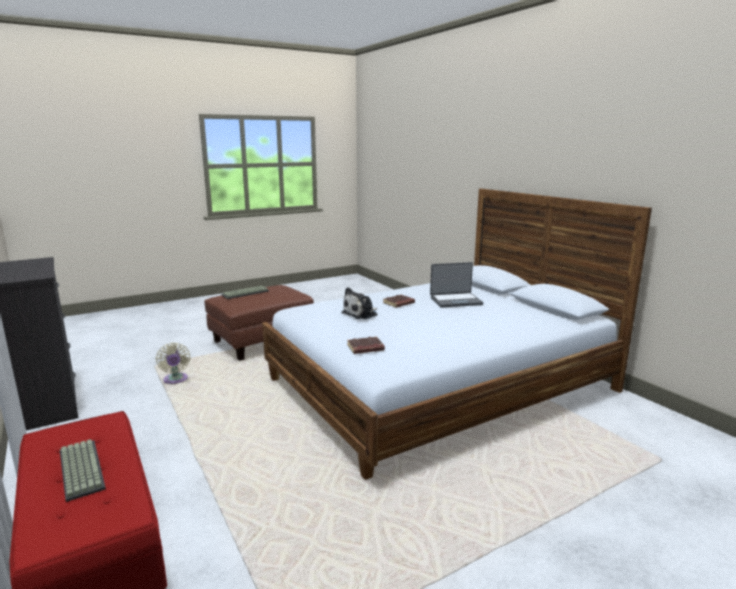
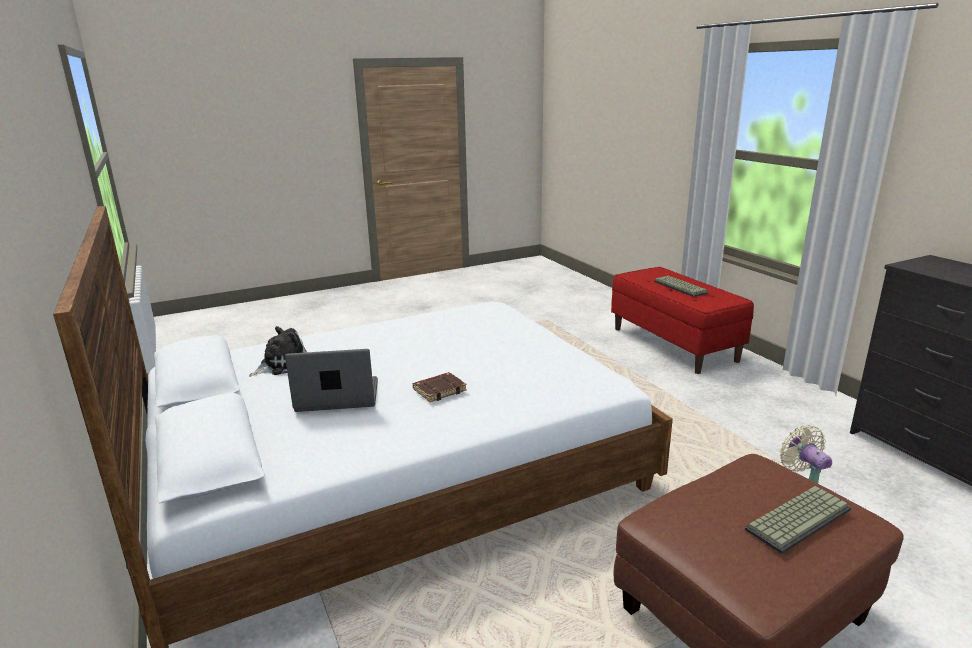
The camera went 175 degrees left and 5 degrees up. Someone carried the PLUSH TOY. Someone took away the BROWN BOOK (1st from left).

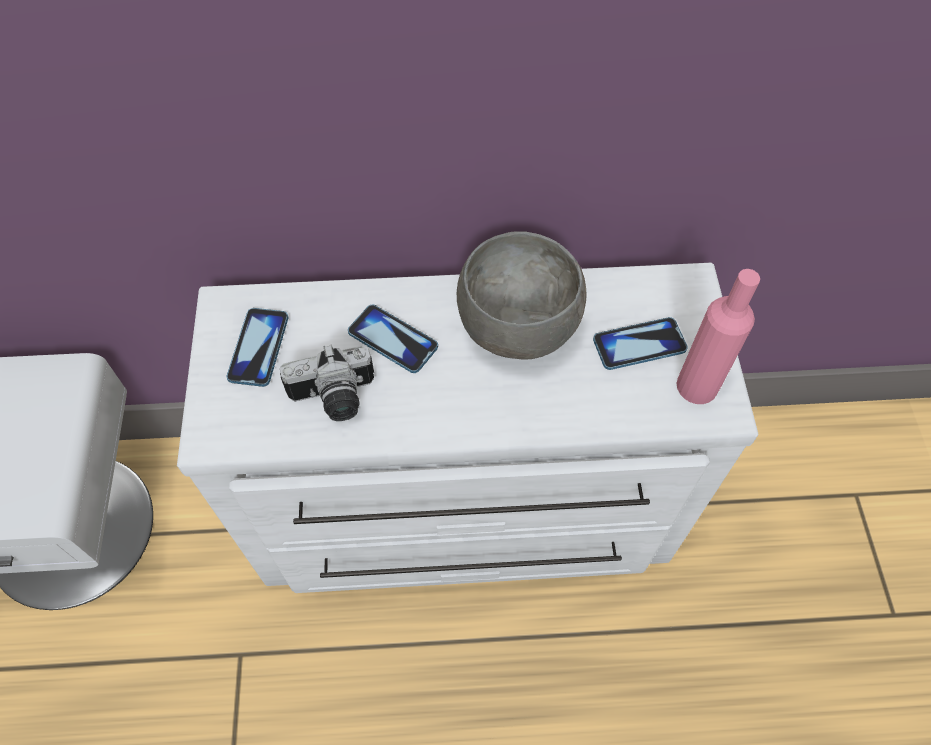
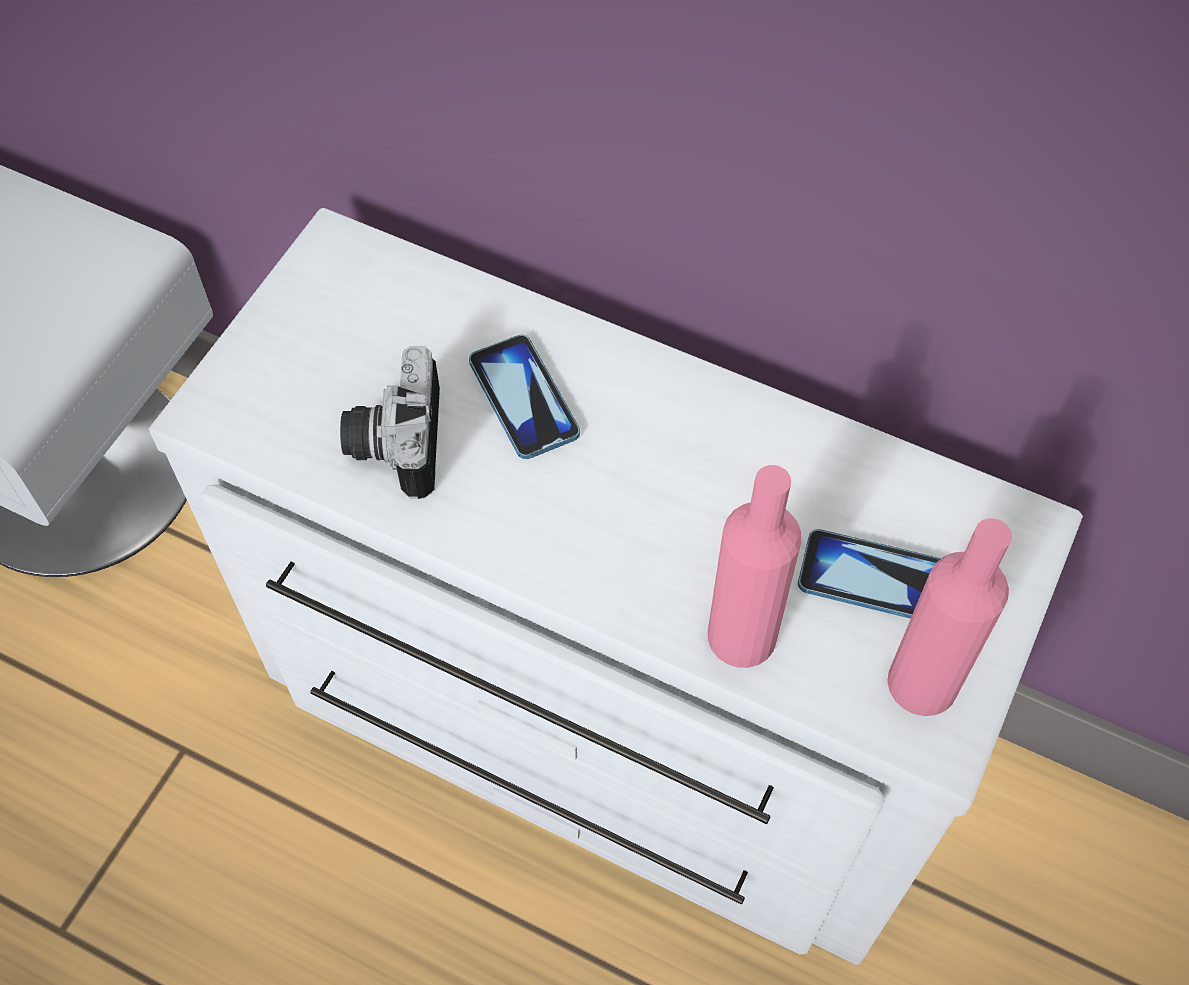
The camera went 30 degrees right and 0 degrees up. Someone took away the PHONE (1st from left). Someone rotated the PHOTO CAMERA by 75 degrees clockwise. Someone took away the GREY BOWL. Someone put down the PINK BOTTLE (1st from left).

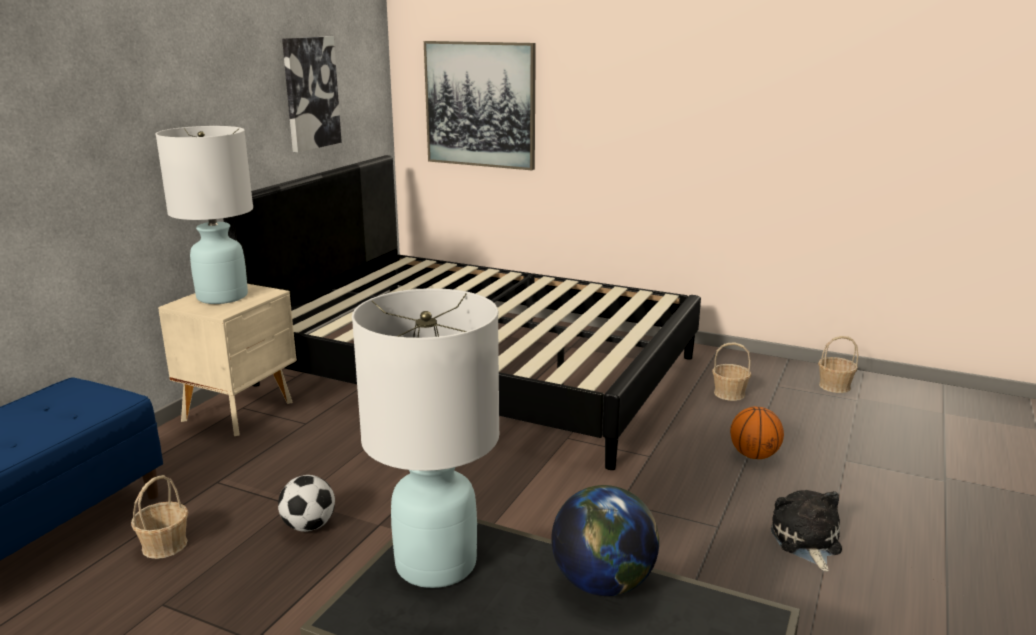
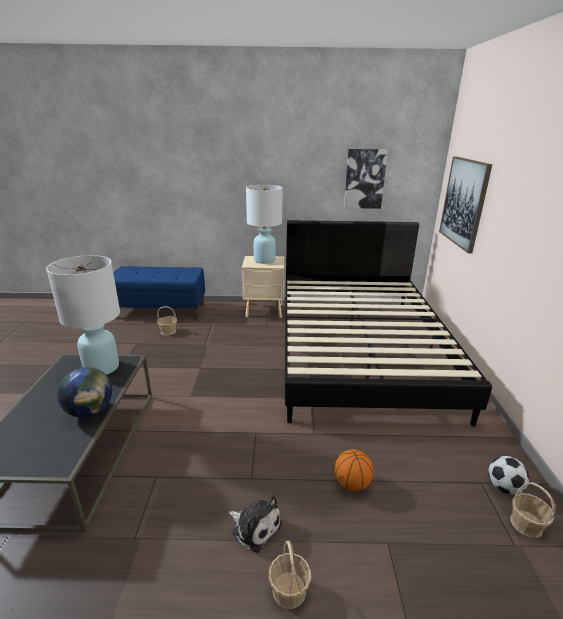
The camera went 65 degrees right and 5 degrees up. Someone carried the FOOTBALL. Someone carried the BASKET (2nd from left). Someone rotated the PLUSH TOY by 60 degrees clockwise.

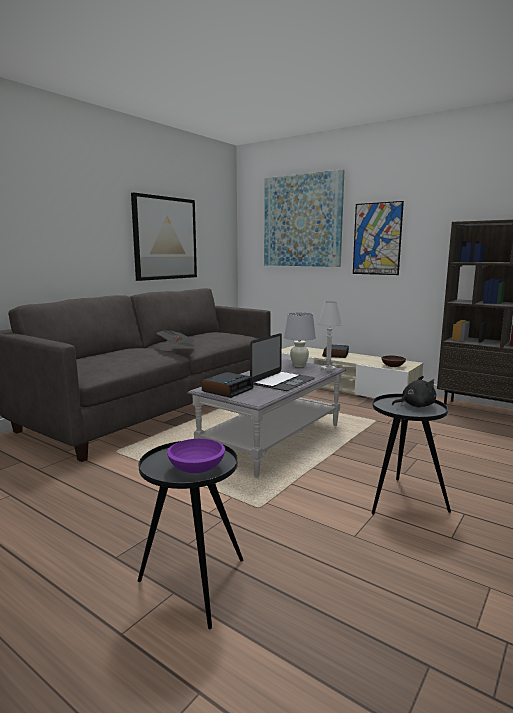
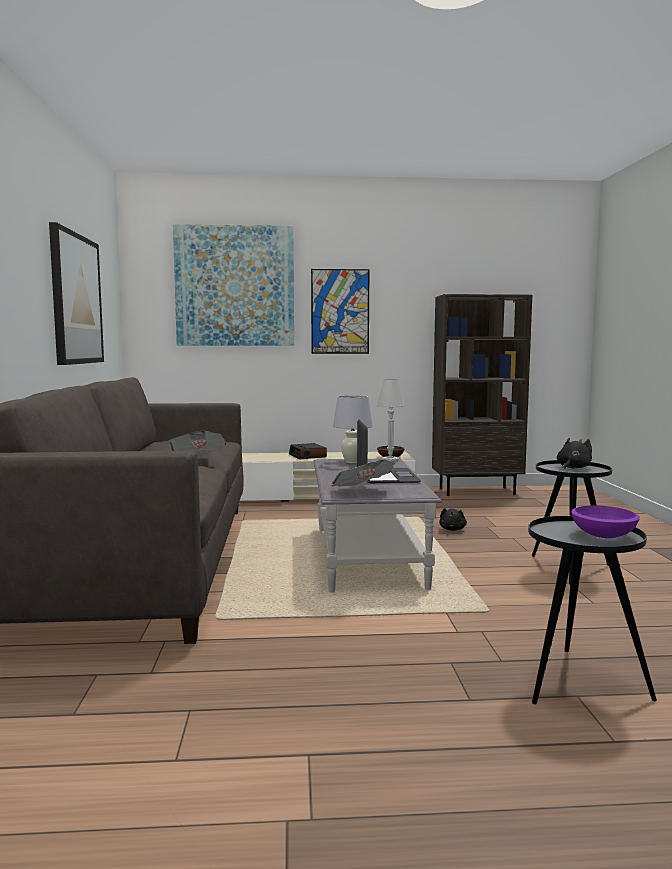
The camera went 40 degrees left and 5 degrees down. Someone swapped the ALARM CLOCK (1st from left) for the NEWSPAPER (2nd from left). Someone put down the BLACK PLUSH TOY (1st from left).

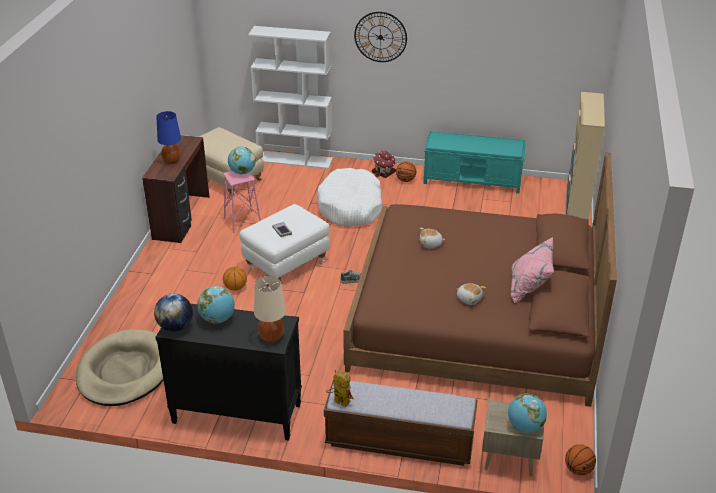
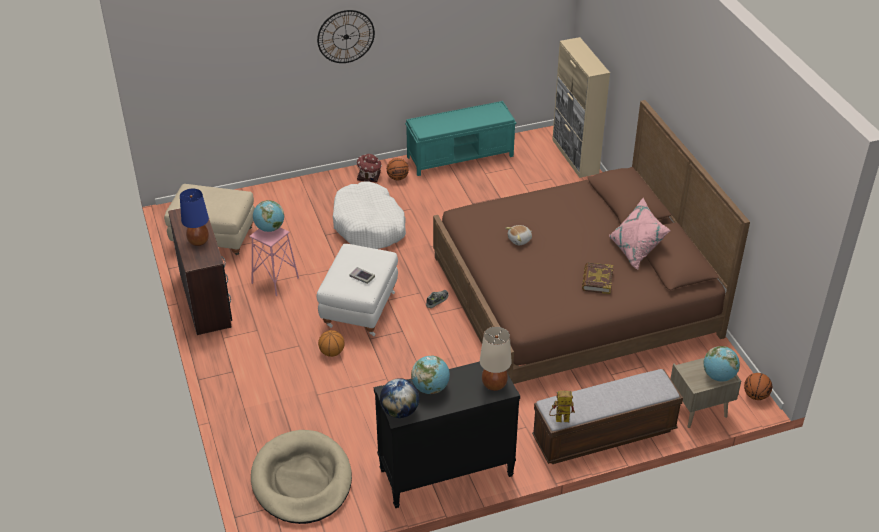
The camera went 30 degrees left and 5 degrees up. Someone took away the WHITE BOOKCASE. Someone swapped the PLUSH TOY (2nd from left) for the BOOK (2nd from left).

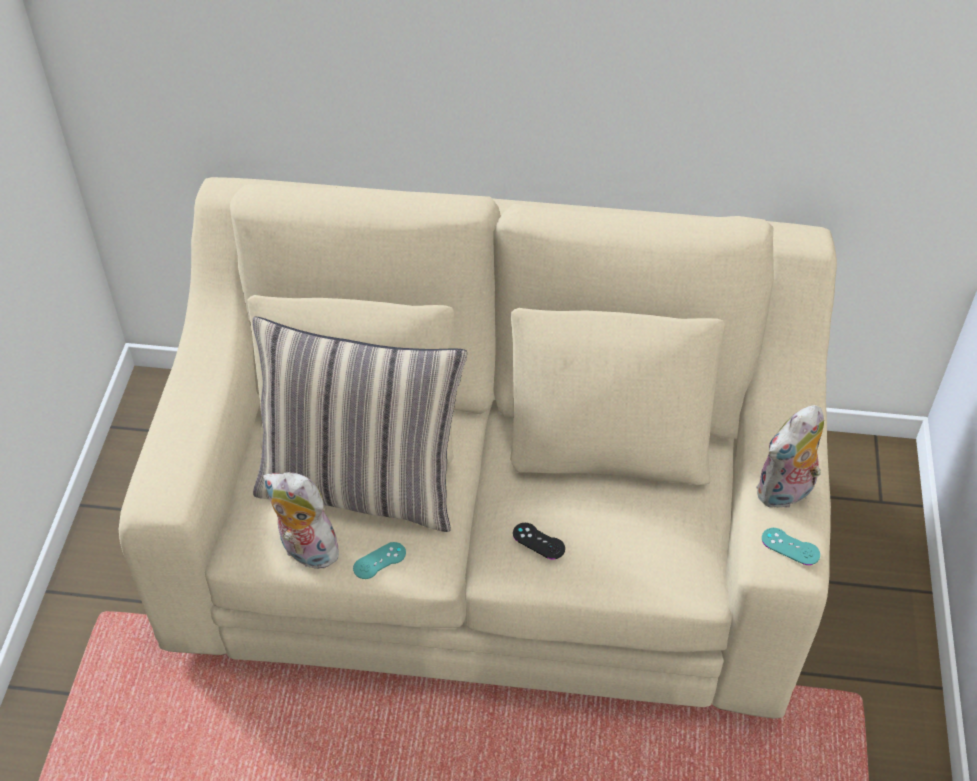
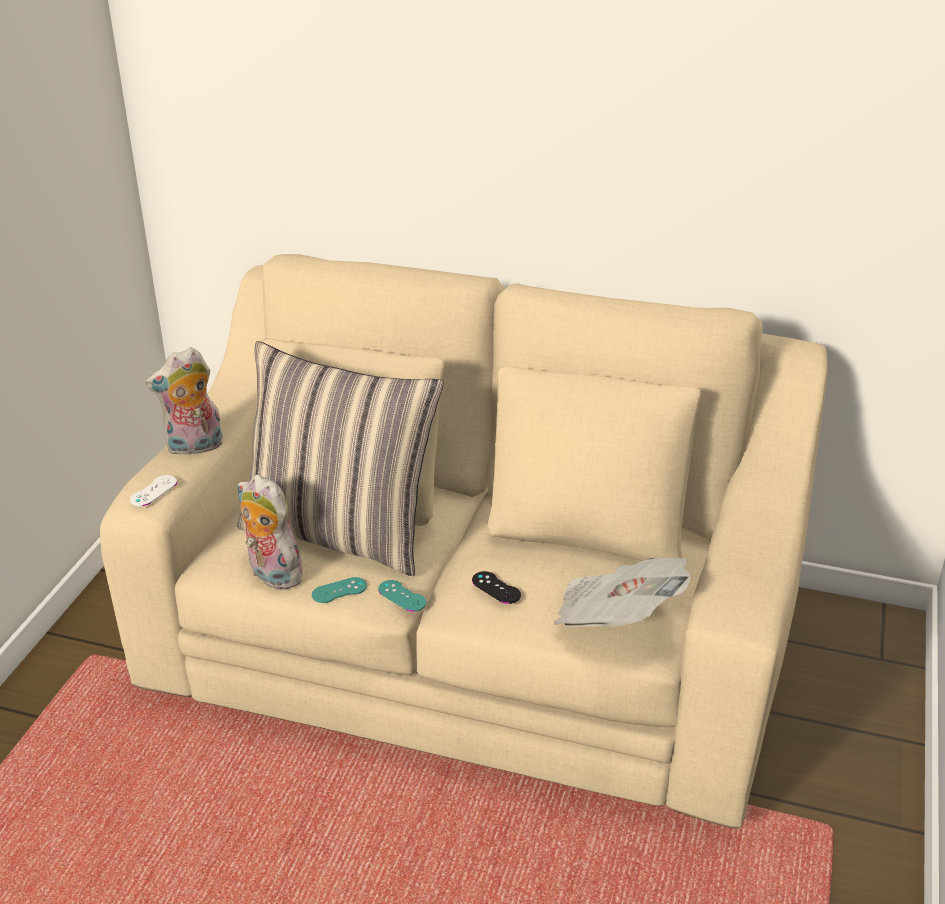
The camera went 10 degrees right and 15 degrees down. Someone carried the PLUSH TOY (2nd from left in the first image). Someone carried the TURQUOISE GAME CONTROLLER (2nd from left). Someone put down the WHITE GAME CONTROLLER. Someone put down the NEWSPAPER.

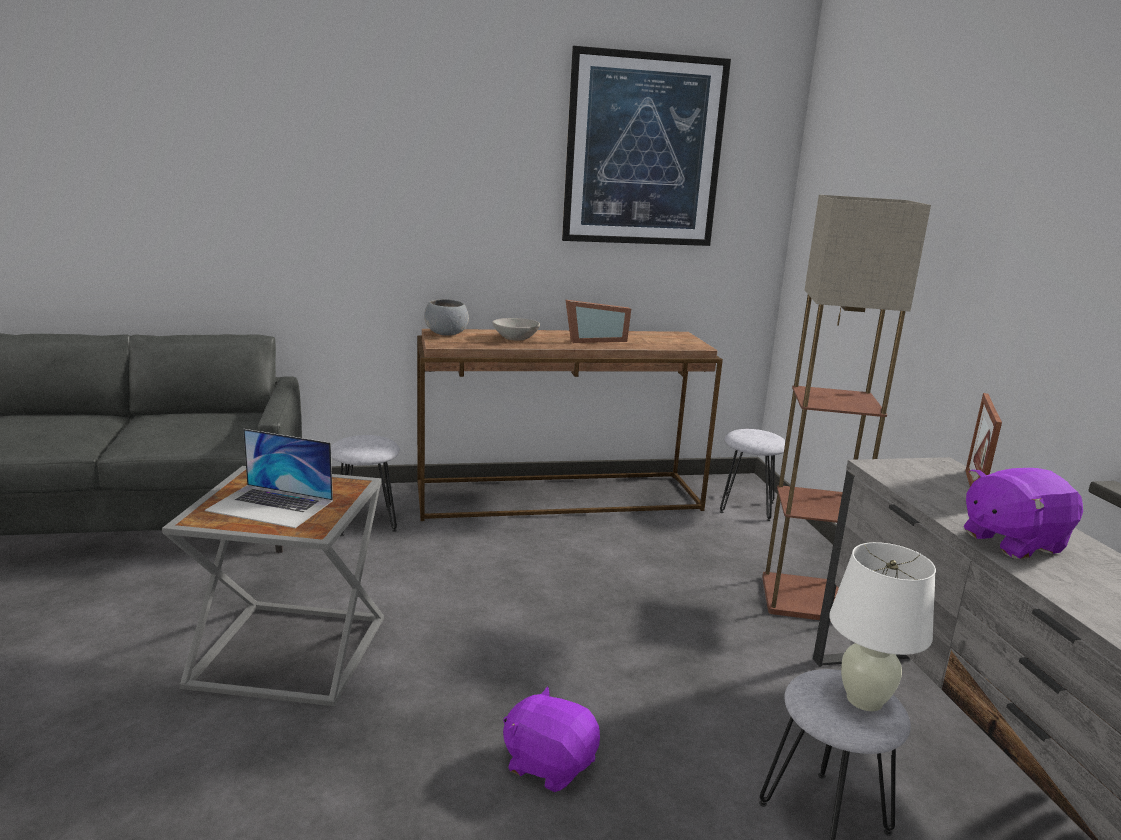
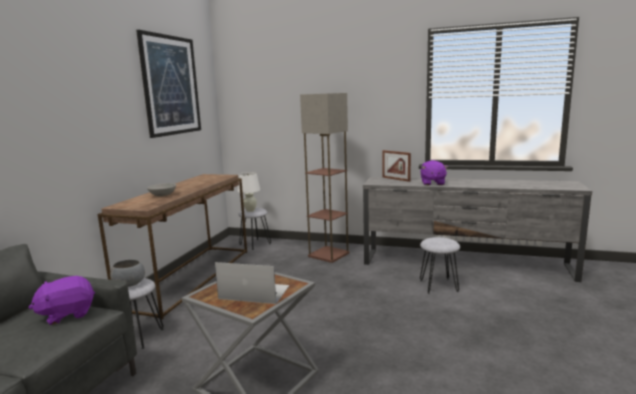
The camera went 60 degrees left and 5 degrees down. Someone rotated the LAPTOP by 120 degrees counterclockwise. Someone carried the GREY BOWL (1st from left). Someone carried the PURPLE PLUSH TOY (1st from left). Someone took away the PICTURE FRAME (1st from left). Someone carried the WHITE TABLE LAMP.

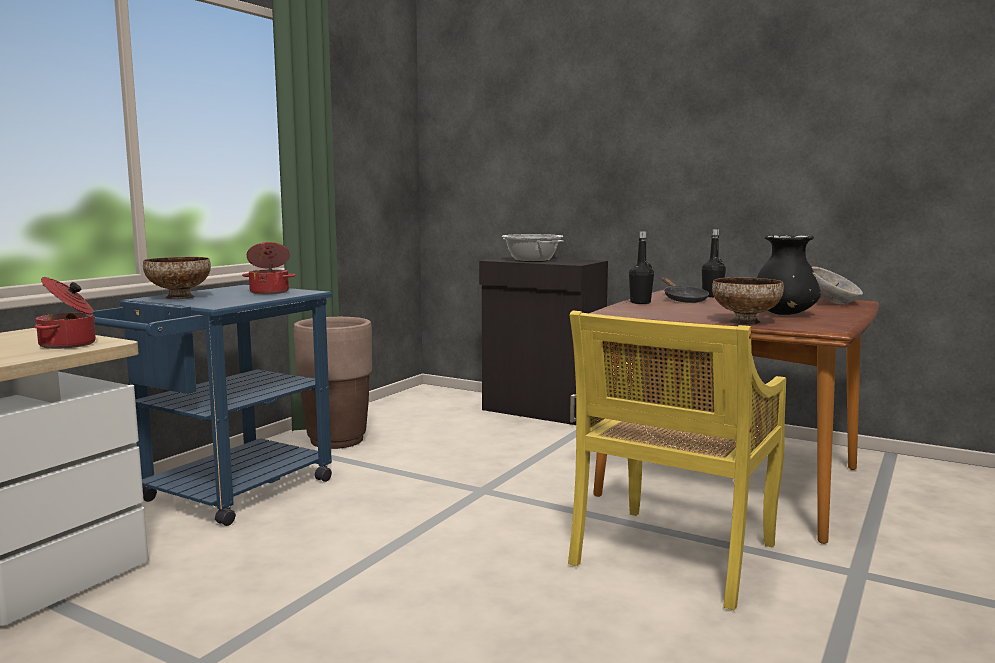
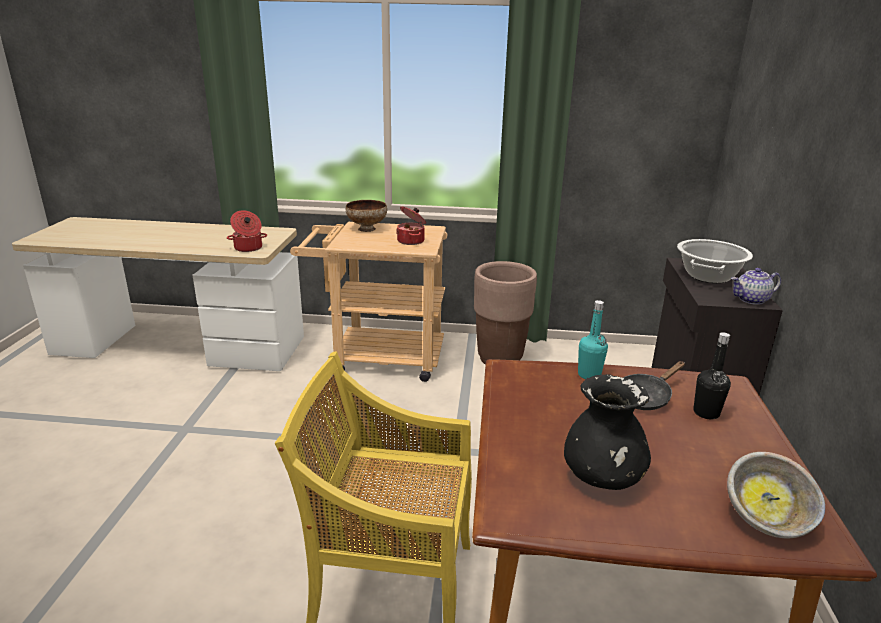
The camera went 65 degrees right and 15 degrees up. Someone repainted the BLUE CART, which became the BEIGE CART. Someone repainted the BLACK BOTTLE (1st from left), which became the TURQUOISE BOTTLE. Someone took away the BOWL (2nd from left). Someone put down the TEAPOT.

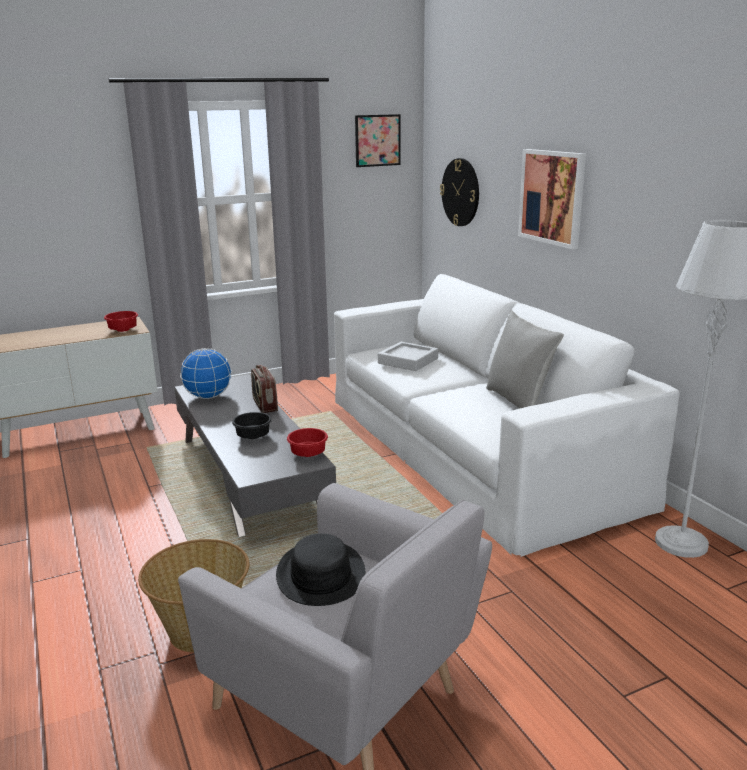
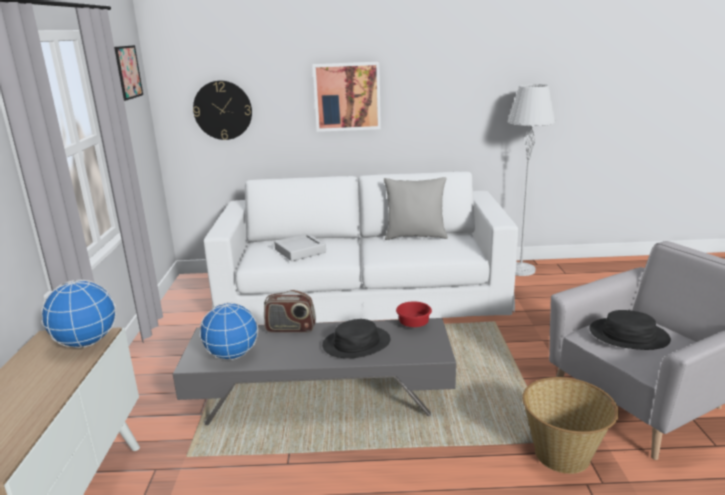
The camera went 65 degrees left and 0 degrees up. Someone swapped the RED BOWL (1st from left) for the GLOBE (1st from left). Someone swapped the BLACK BOWL for the BLACK HAT (1st from left).

